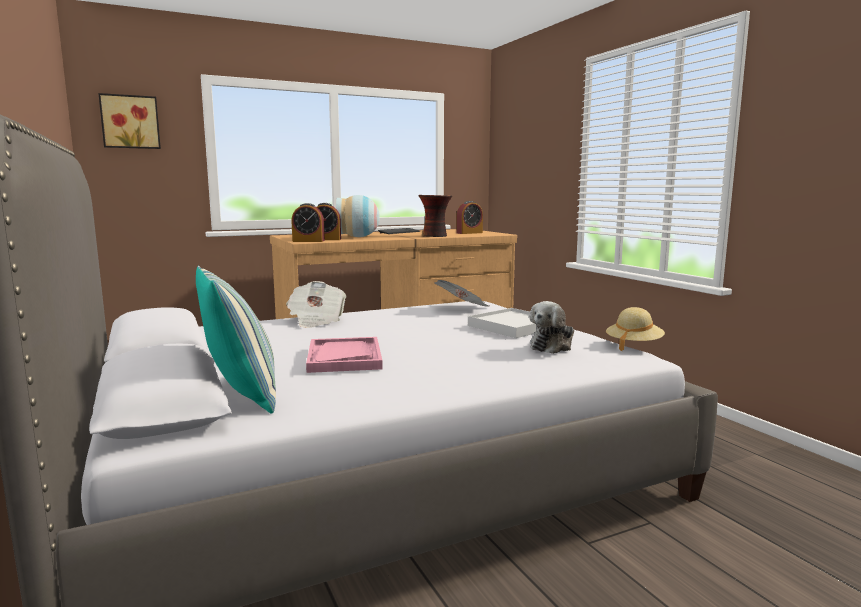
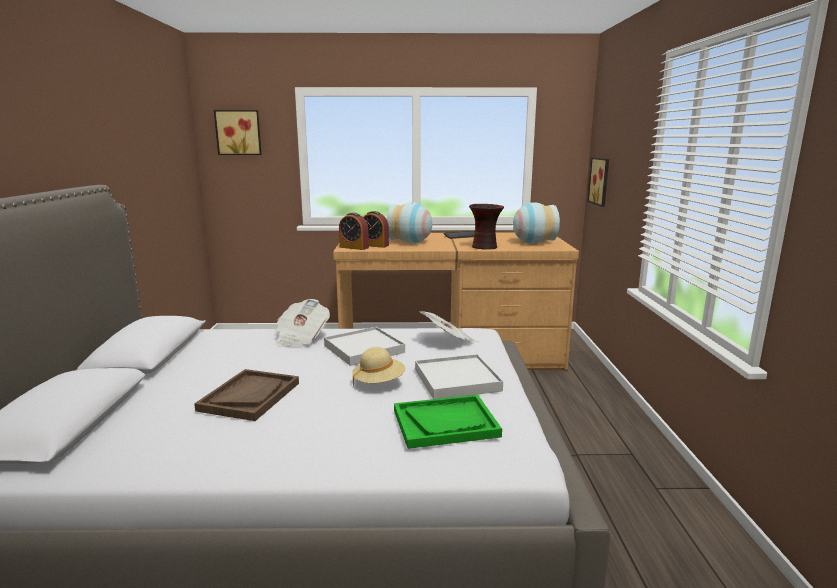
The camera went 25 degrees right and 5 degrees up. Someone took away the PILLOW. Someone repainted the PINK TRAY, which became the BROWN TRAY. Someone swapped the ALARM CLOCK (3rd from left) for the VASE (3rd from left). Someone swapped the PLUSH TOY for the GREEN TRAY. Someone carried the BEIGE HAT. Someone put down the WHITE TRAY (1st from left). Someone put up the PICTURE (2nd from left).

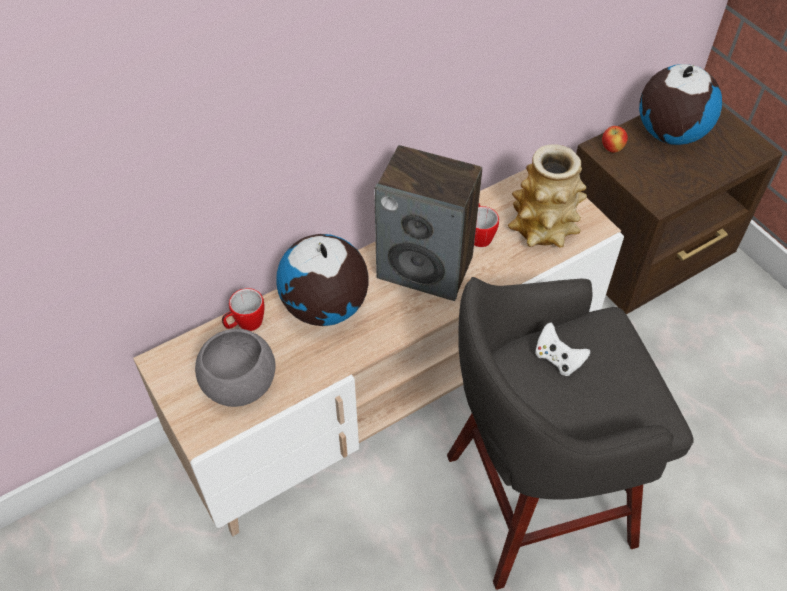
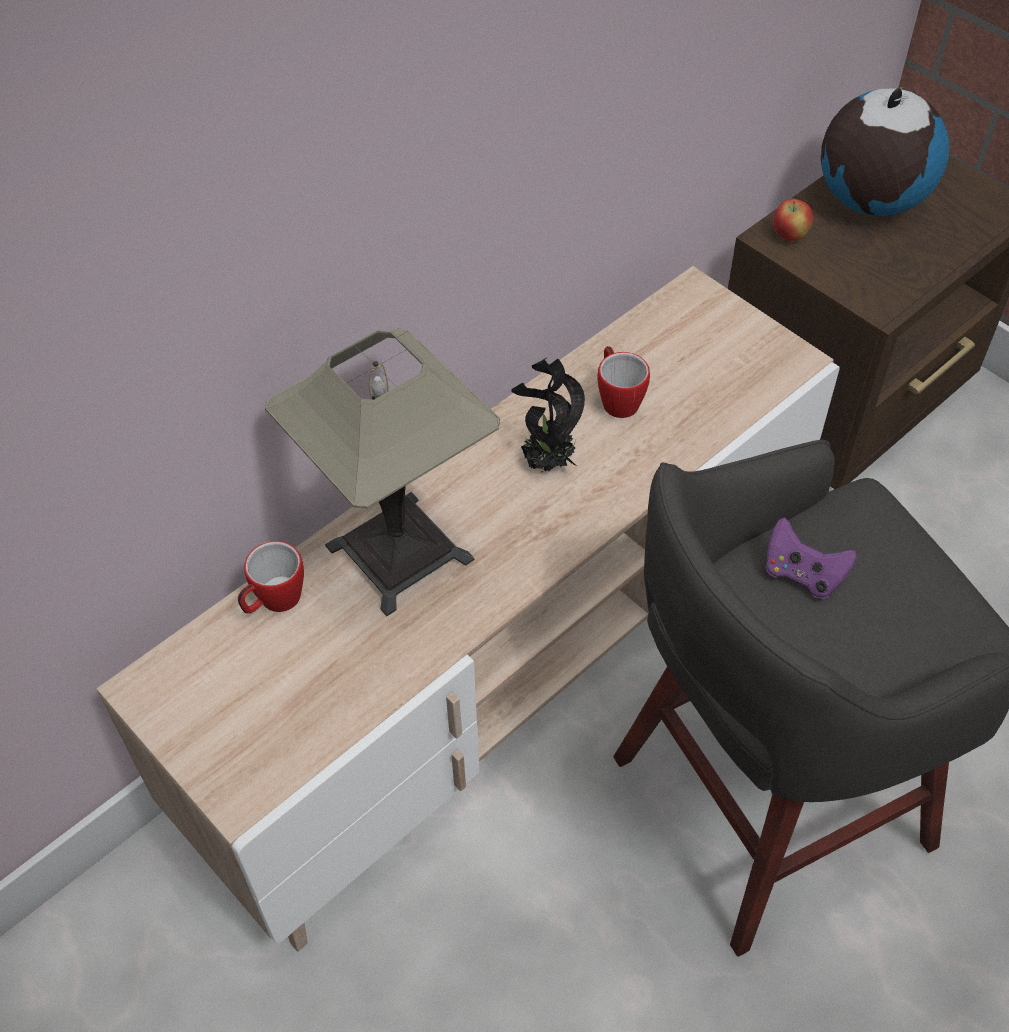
The camera went 10 degrees left and 0 degrees up. Someone took away the GREY BOWL. Someone swapped the GLOBE (1st from left) for the TABLE LAMP. Someone swapped the SPEAKER for the POTTED PLANT. Someone took away the VASE. Someone repainted the WHITE GAME CONTROLLER, which became the PURPLE GAME CONTROLLER.

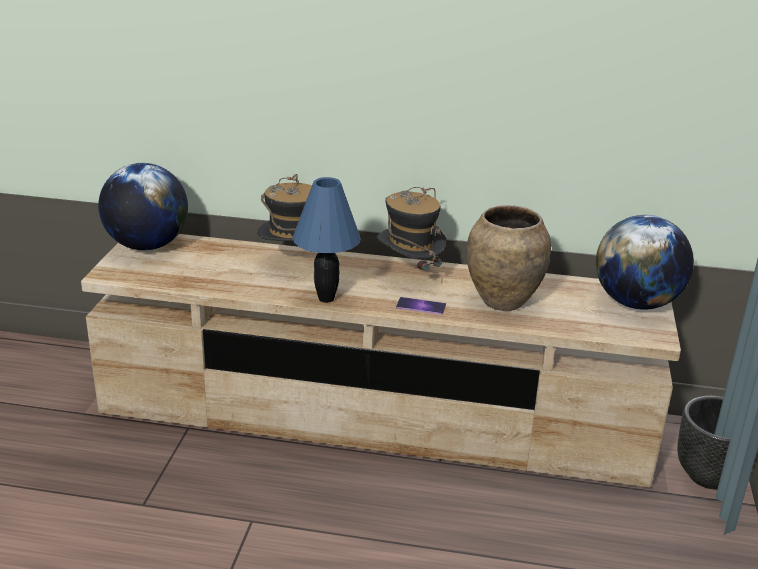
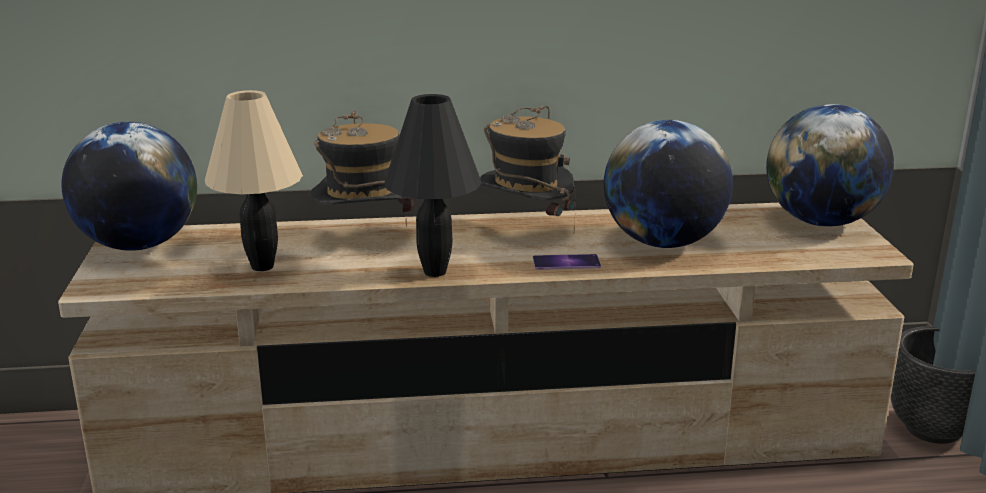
The camera went 15 degrees left and 5 degrees down. Someone repainted the BLUE TABLE LAMP, which became the BLACK TABLE LAMP. Someone swapped the BROWN VASE for the GLOBE (2nd from left). Someone put down the BEIGE TABLE LAMP.

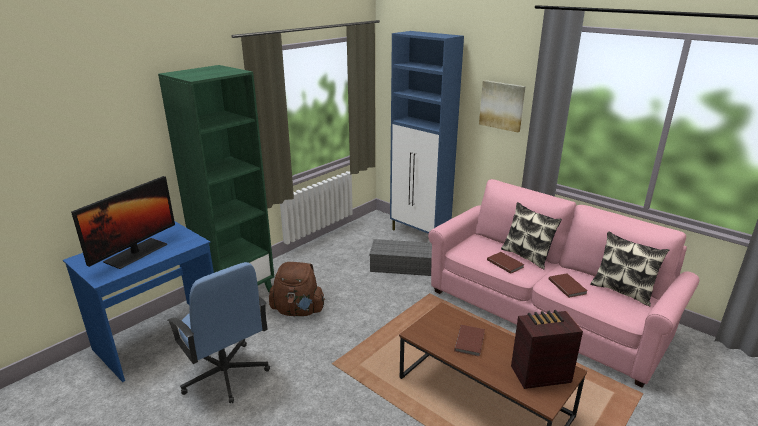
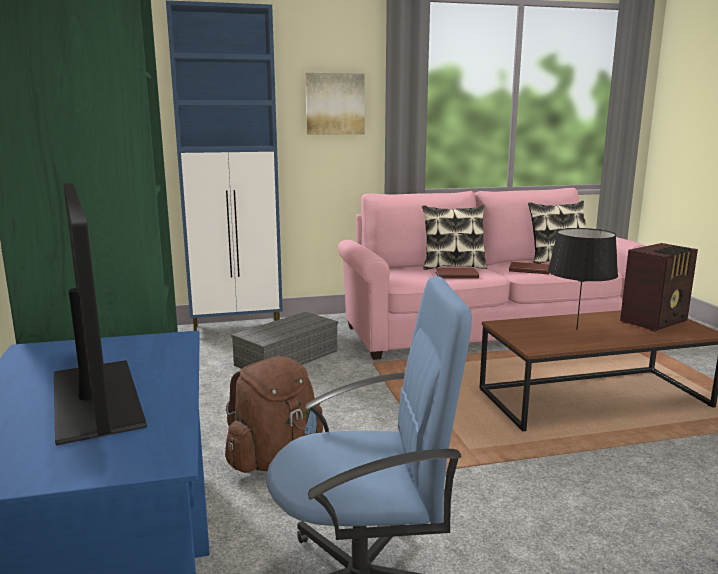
The camera went 55 degrees left and 10 degrees down. Someone swapped the BROWN BOOK (1st from left) for the BLACK TABLE LAMP. Someone rotated the RADIO by 150 degrees counterclockwise.

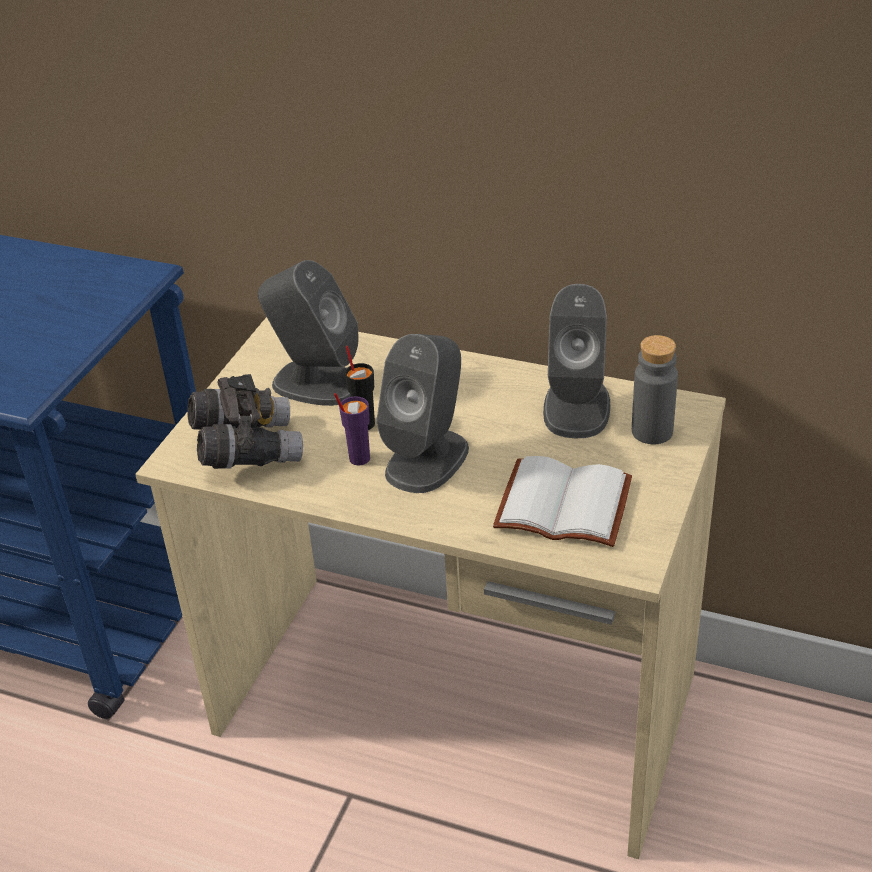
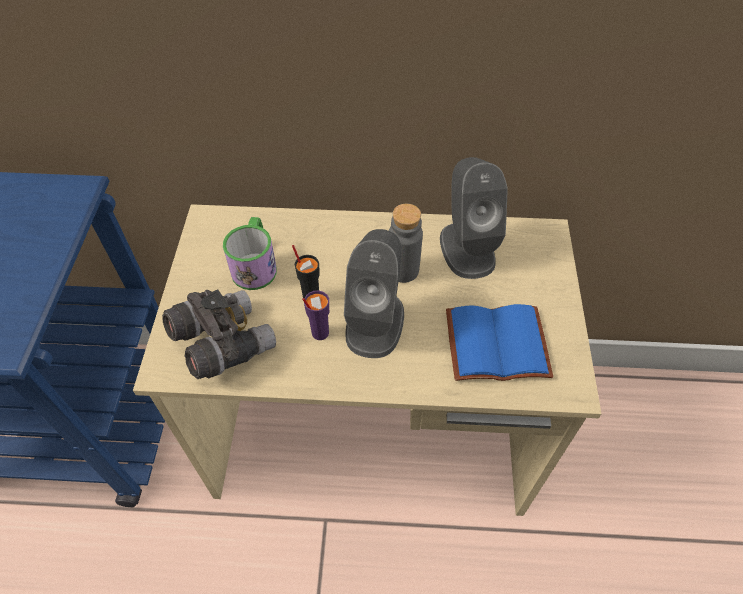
The camera went 20 degrees left and 15 degrees up. Someone swapped the GREY SPEAKER (1st from left) for the MUG. Someone repainted the WHITE BOOK, which became the BLUE BOOK. Someone carried the GREY BOTTLE.

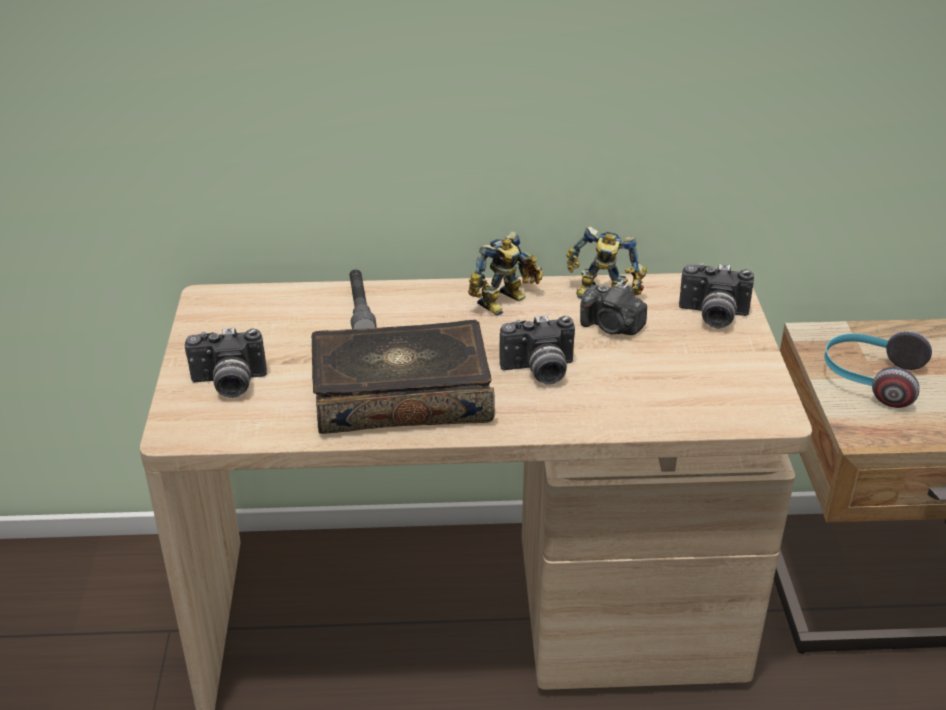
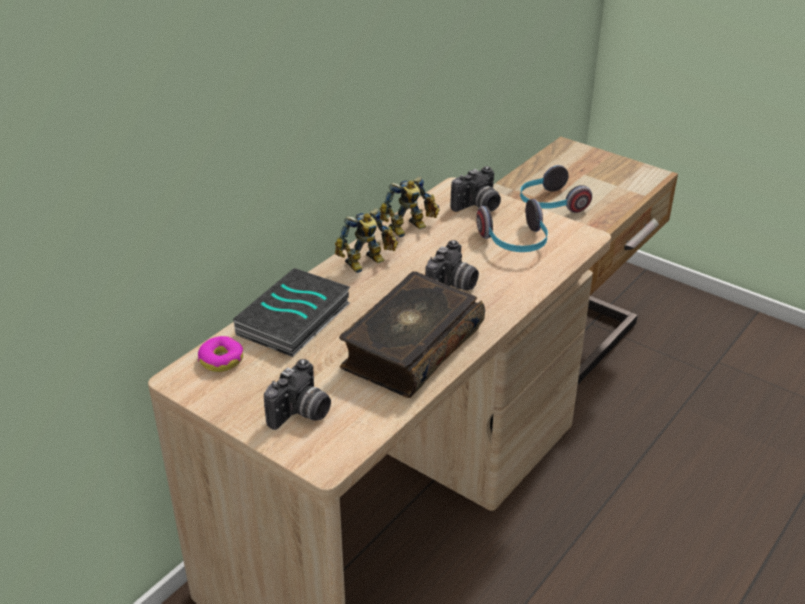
The camera went 50 degrees left and 0 degrees up. Someone swapped the GREY FLASHLIGHT for the BOOK (1st from left). Someone rotated the TOY ROBOT (1st from left) by 60 degrees clockwise. Someone took away the PHOTO CAMERA (3rd from left). Someone put down the DONUT. Someone put down the HEADPHONES (1st from left).

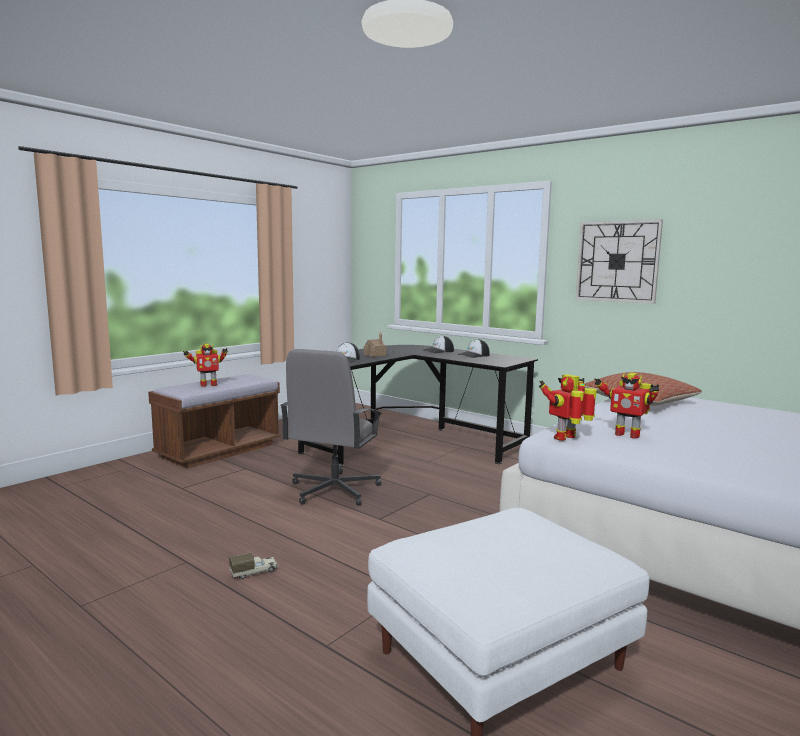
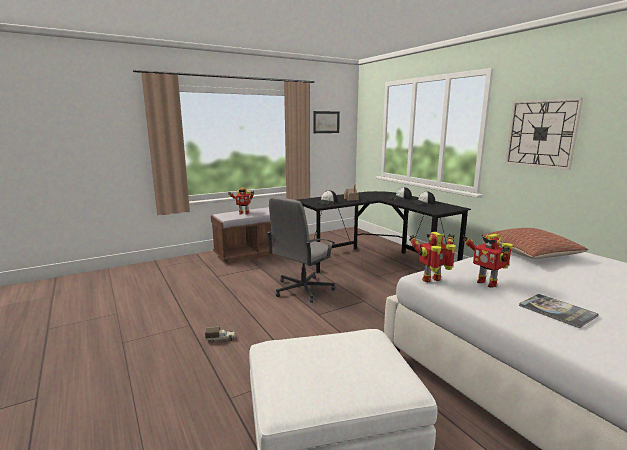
The camera went 20 degrees right and 5 degrees up. Someone put up the PICTURE. Someone put down the BOOK.

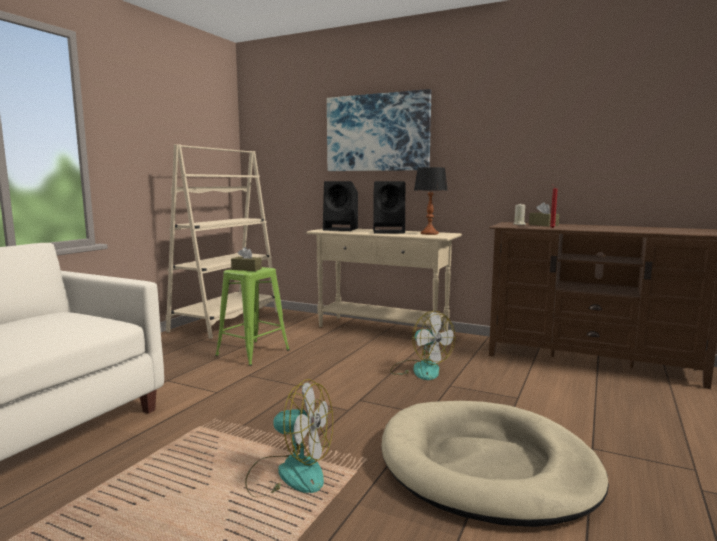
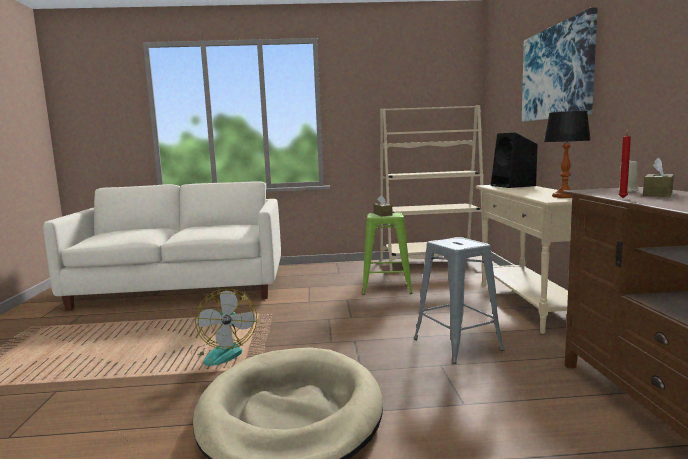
The camera went 60 degrees right and 0 degrees up. Someone took away the BLACK SPEAKER (2nd from left). Someone swapped the FAN (2nd from left) for the GREY STOOL.

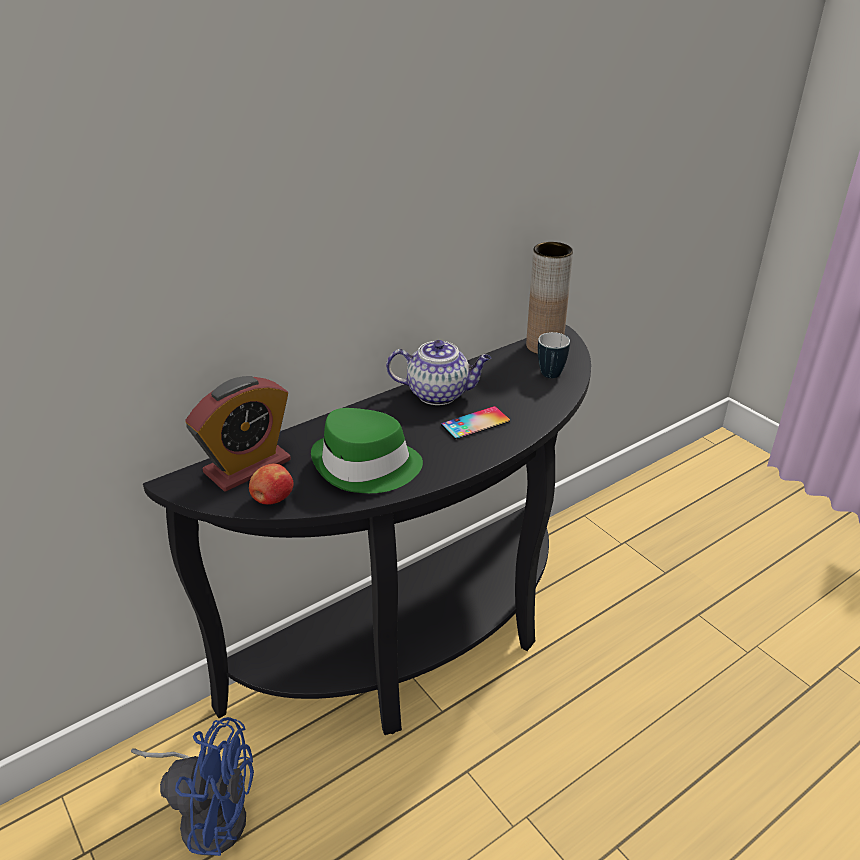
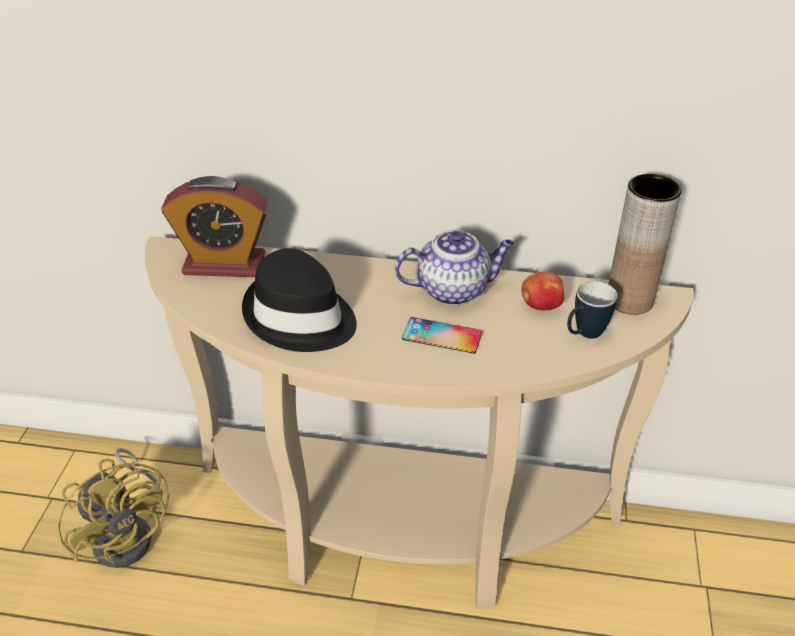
The camera went 45 degrees right and 5 degrees up. Someone repainted the BLUE FAN, which became the YELLOW FAN. Someone repainted the BLACK CONSOLE TABLE, which became the BEIGE CONSOLE TABLE. Someone carried the APPLE. Someone repainted the GREEN HAT, which became the BLACK HAT. Someone rotated the TEAPOT by 60 degrees counterclockwise.

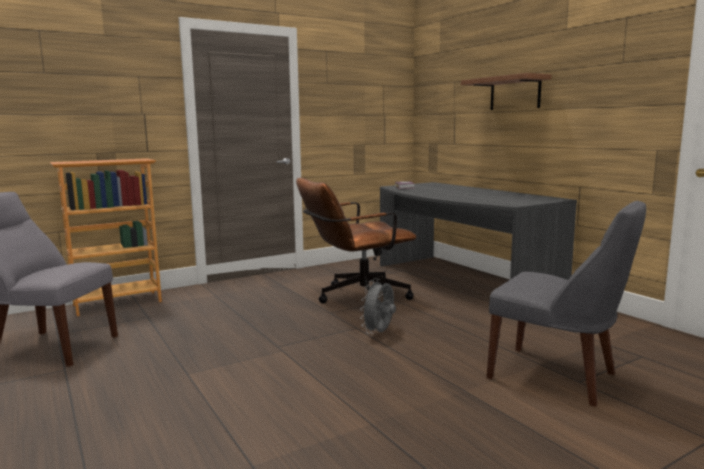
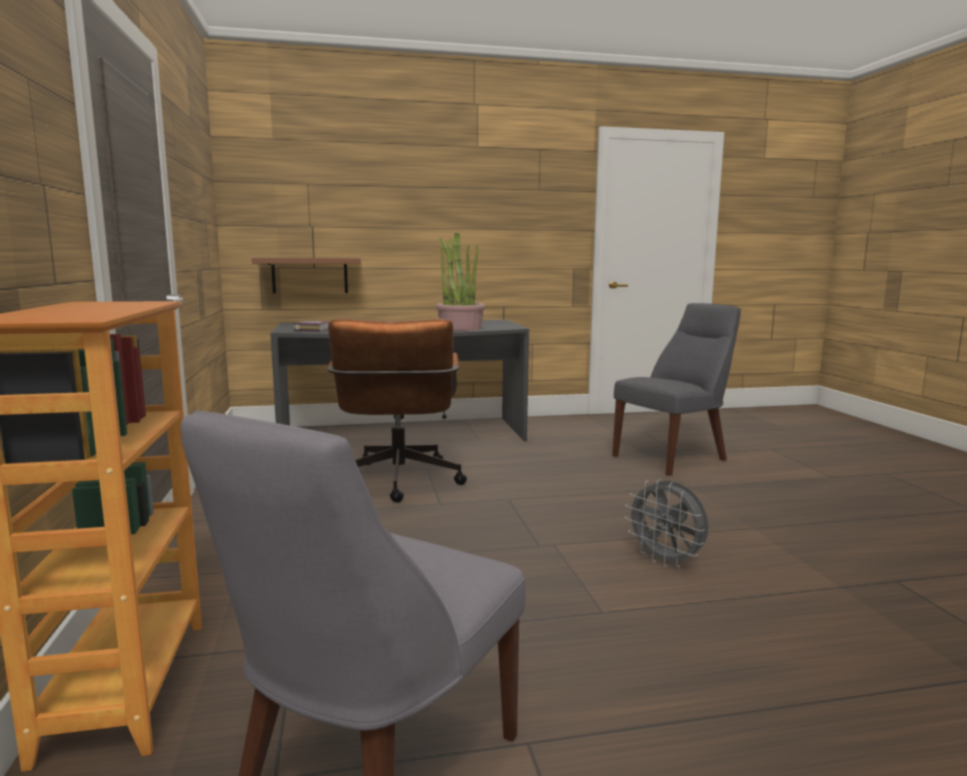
The camera went 70 degrees left and 0 degrees up. Someone carried the GREY FAN. Someone carried the BROWN SHELF. Someone put down the POTTED PLANT.

